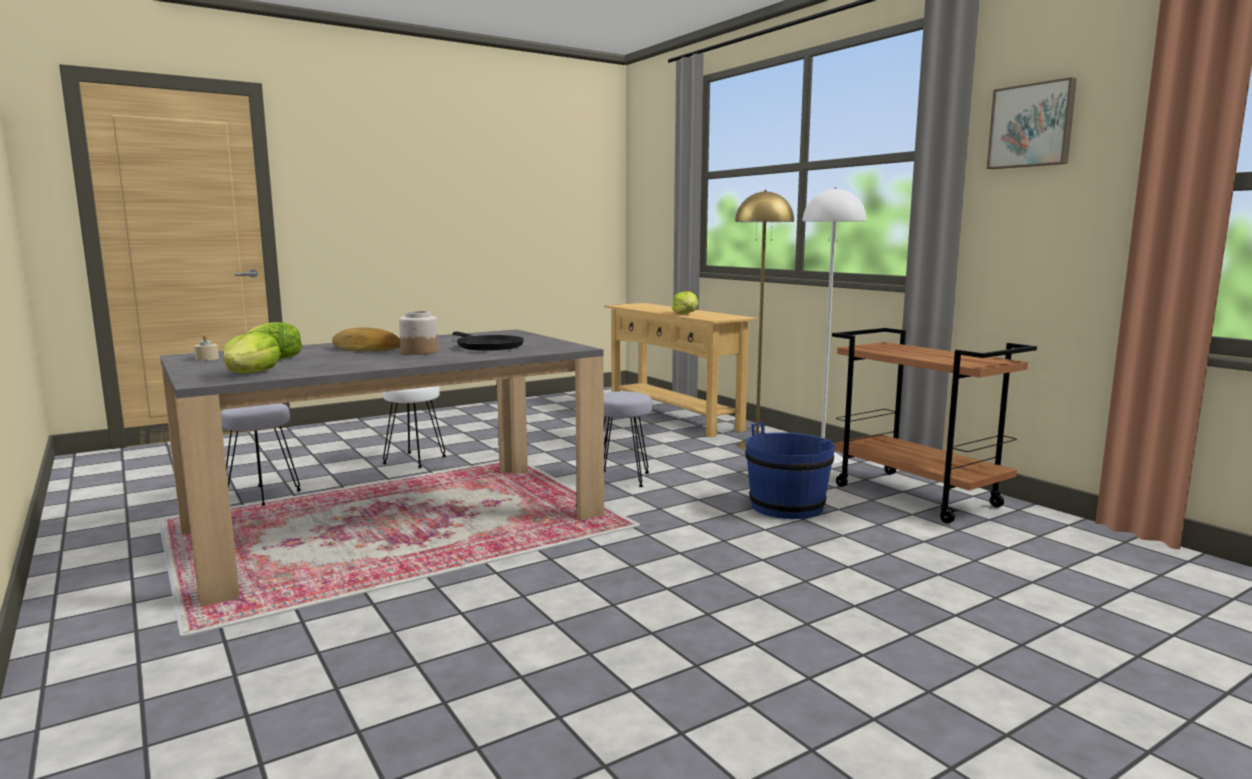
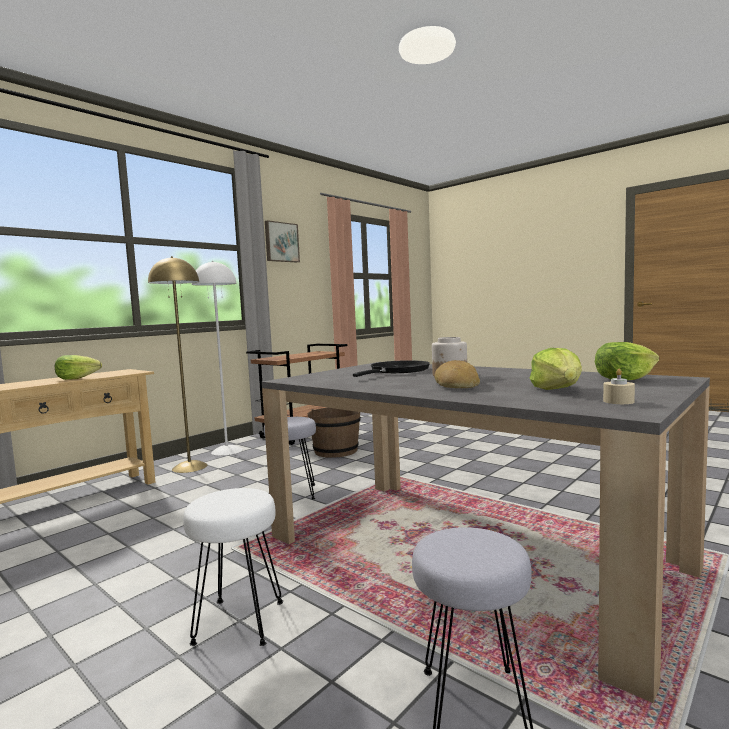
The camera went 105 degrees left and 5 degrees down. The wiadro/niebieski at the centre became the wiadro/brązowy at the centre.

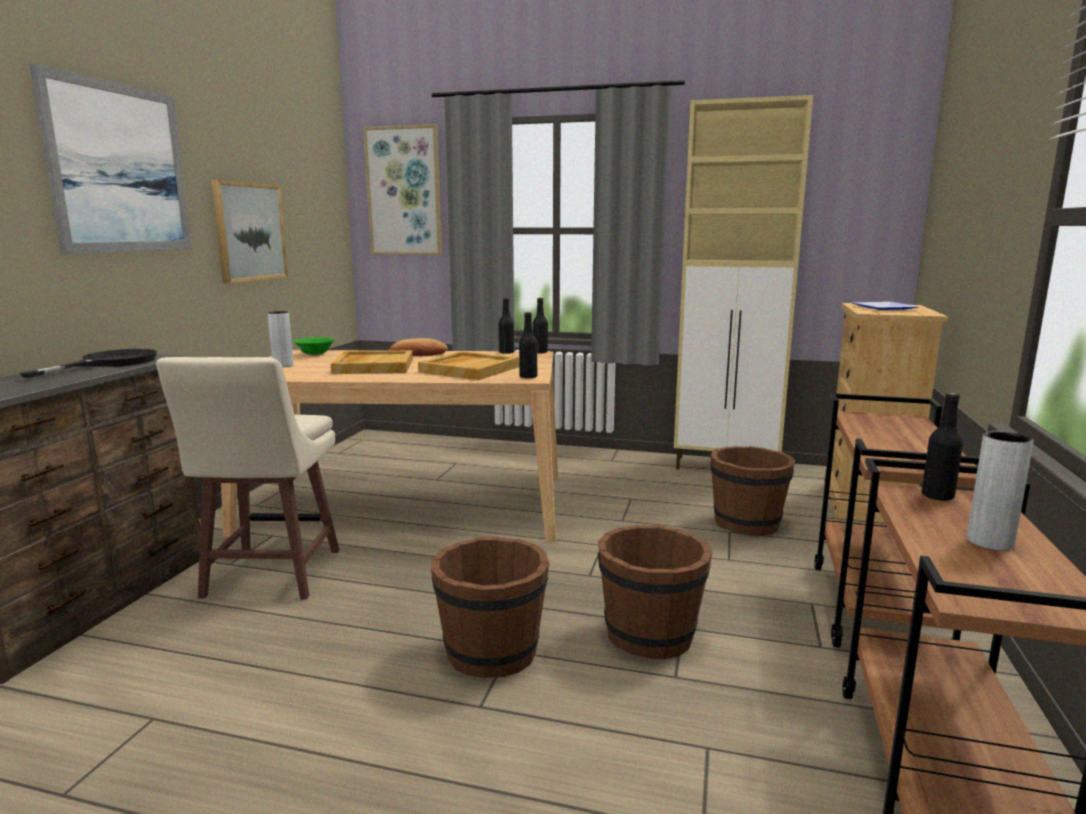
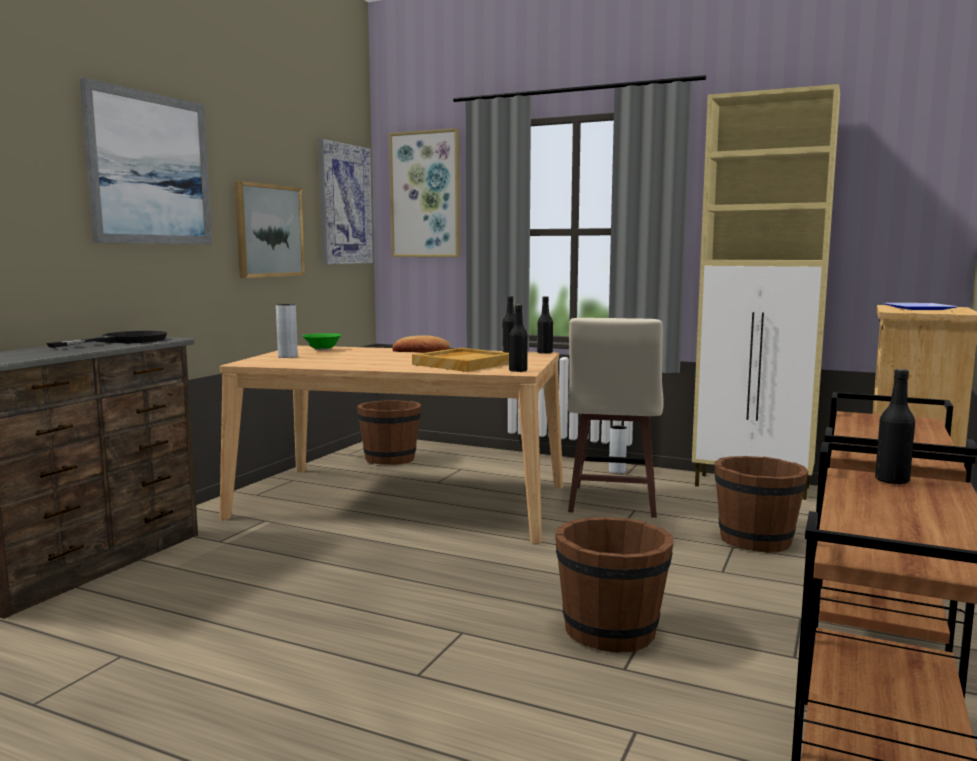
The camera went 10 degrees right and 5 degrees down. The obraz (3rd from left) at the top centre appeared. The wiadro/brązowy (1st from left) moved from the bottom centre to the centre. The stołek/beżowy moved from the middle left to the centre. The wazon/szary (2nd from left) moved from the middle right to the centre. The taca/beżowy (1st from left) at the centre disappeared.

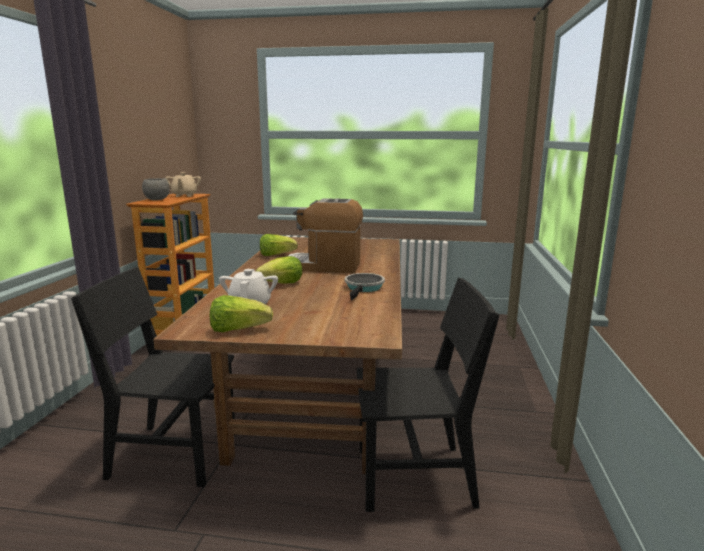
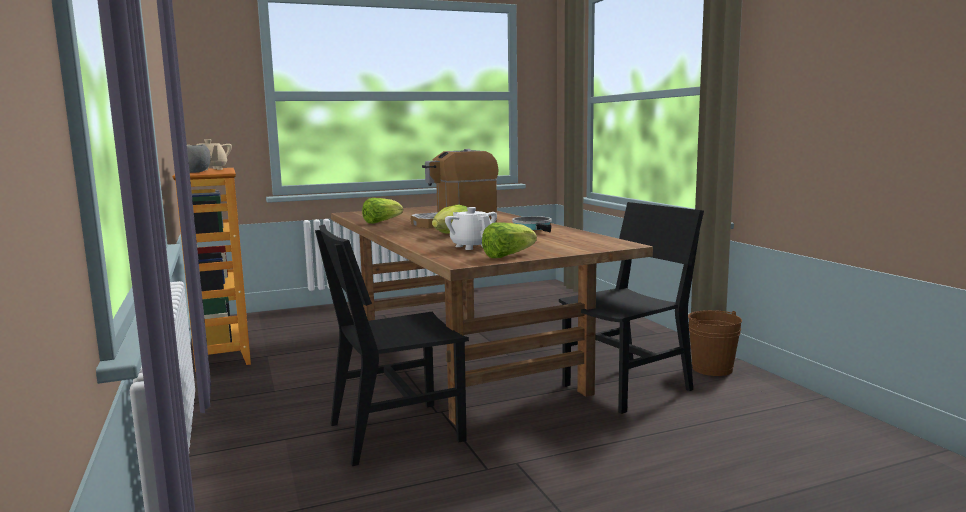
The camera went 30 degrees left and 5 degrees down. The wiadro/brązowy at the bottom right appeared.

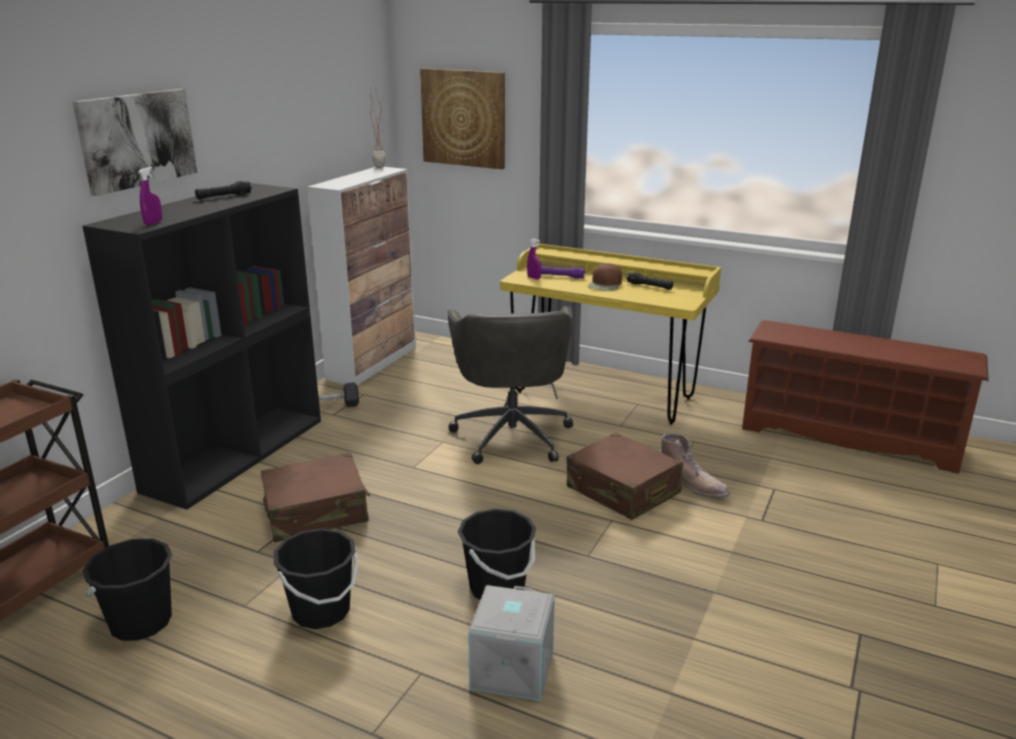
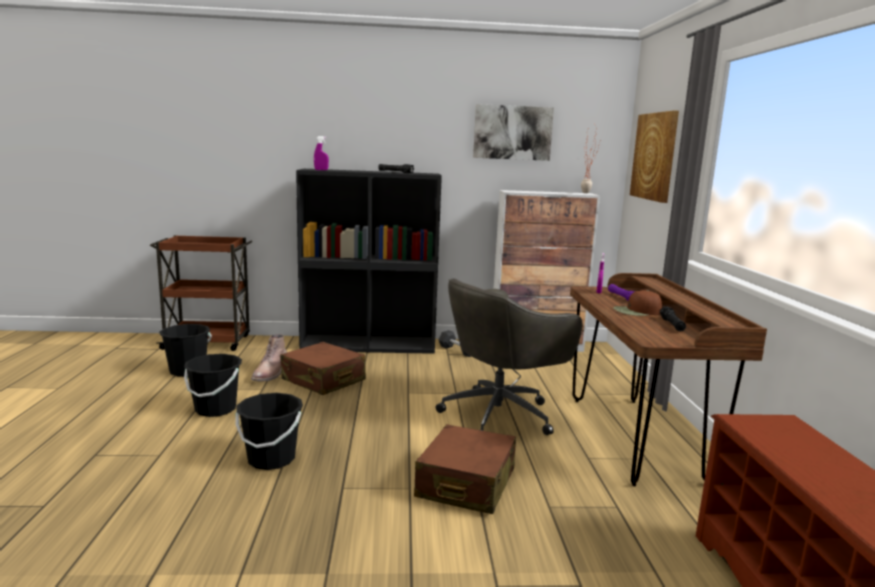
The camera went 60 degrees right and 10 degrees down. The but z cholewką/brązowy moved from the middle right to the middle left. The obraz (1st from left) moved from the top left to the top centre. The biurko/żółty at the centre became the biurko/brązowy at the middle right. The pojemnik do przechowywania/szary at the bottom centre disappeared.

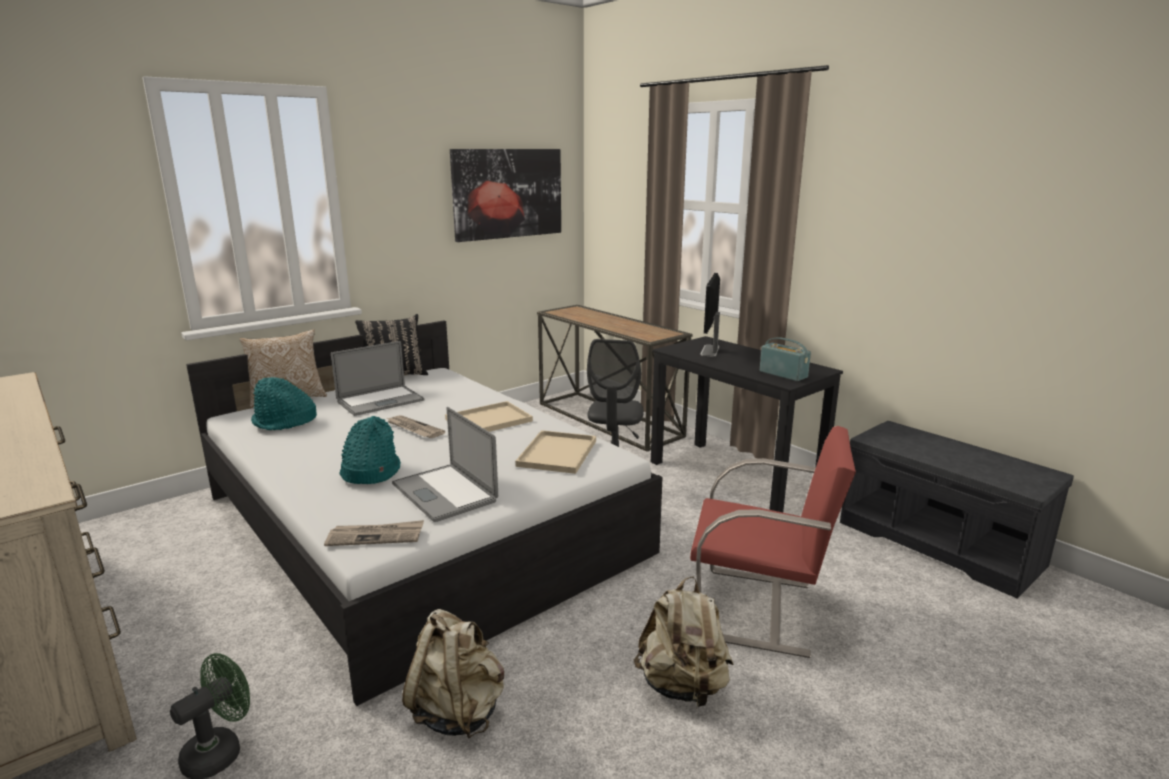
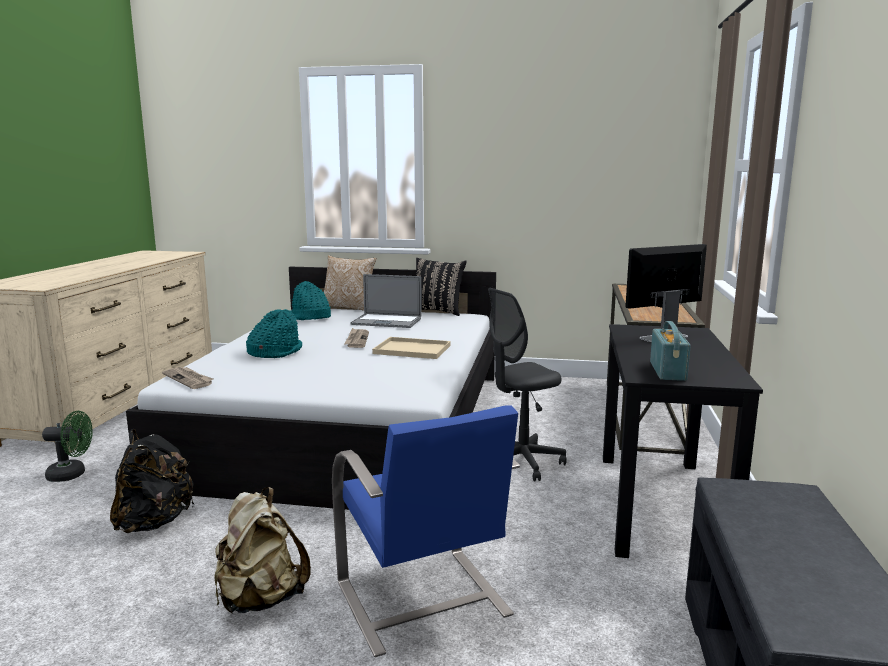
The camera went 50 degrees right and 5 degrees down. The plecak/beżowy (1st from left) at the bottom centre became the plecak/czarny at the bottom left. The krzesło/czerwony at the bottom centre became the krzesło/niebieski at the bottom centre. The laptop (2nd from left) at the centre disappeared. The obraz at the top centre disappeared. The taca/beżowy (2nd from left) at the centre disappeared.

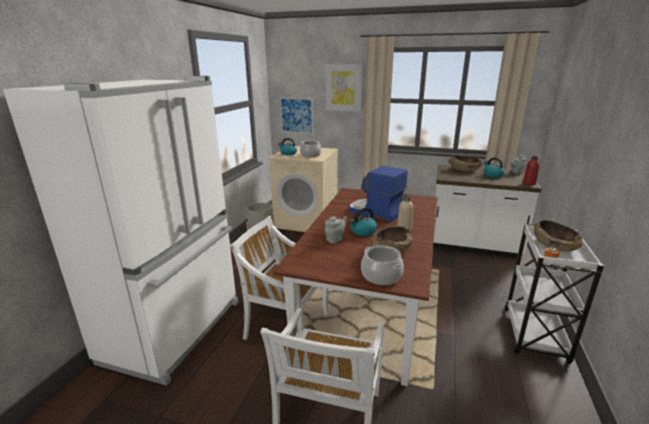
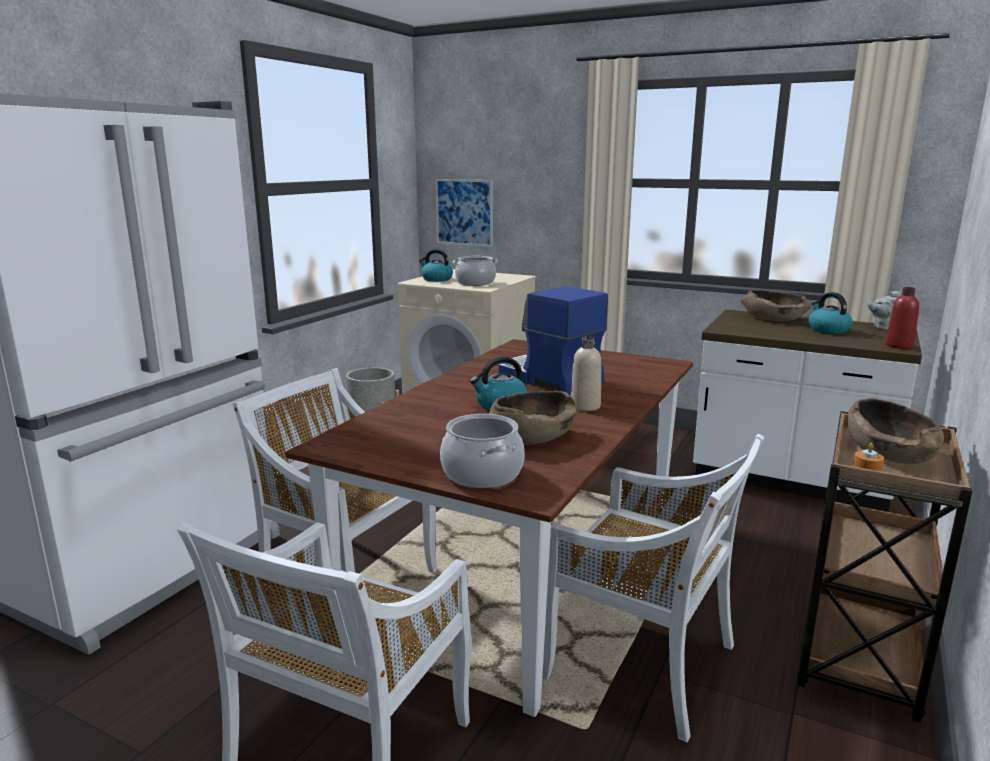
The camera went 10 degrees right and 5 degrees down. The krzesło/biały (3rd from left) at the bottom centre appeared. The wózek/biały at the bottom right became the wózek/brązowy at the bottom right. The obraz (2nd from left) at the top centre disappeared. The imbryk/szary (1st from left) at the centre disappeared.

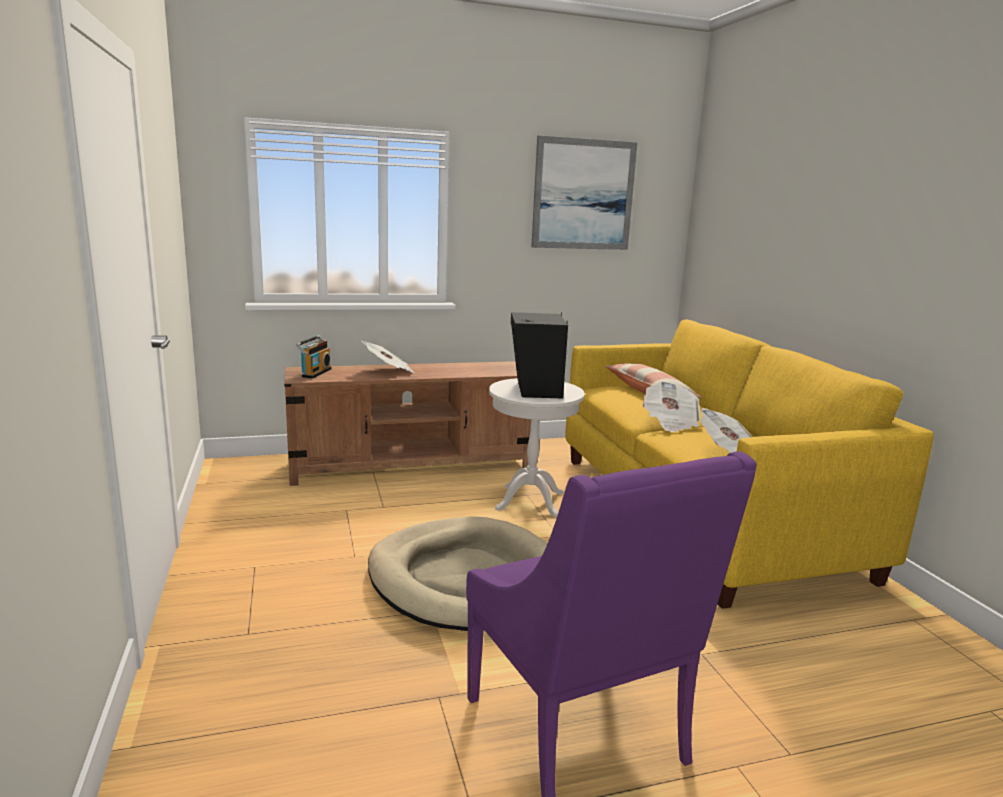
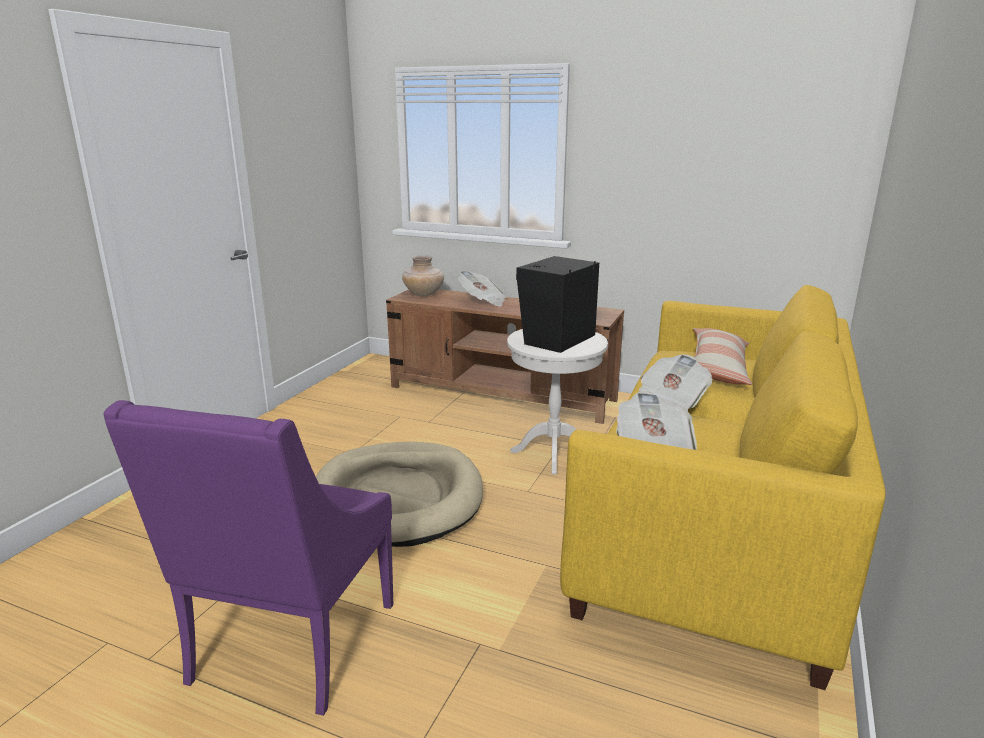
The camera went 40 degrees right and 5 degrees up. The radio at the middle left was replaced by the wazon/beżowy at the centre. The obraz at the top centre disappeared.

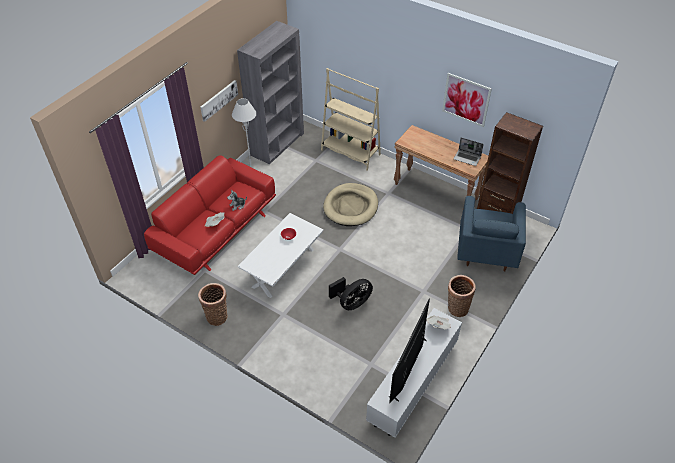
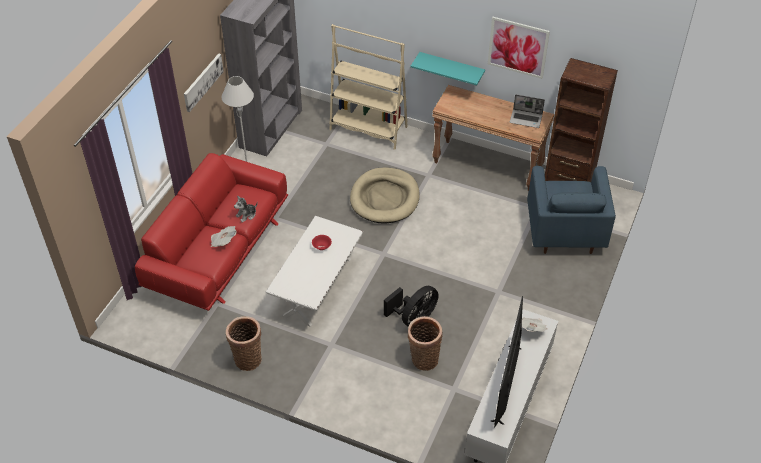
The camera went 10 degrees left and 0 degrees up. The koszyk (2nd from left) moved from the middle right to the bottom centre. The półka/turkusowy at the top centre appeared.

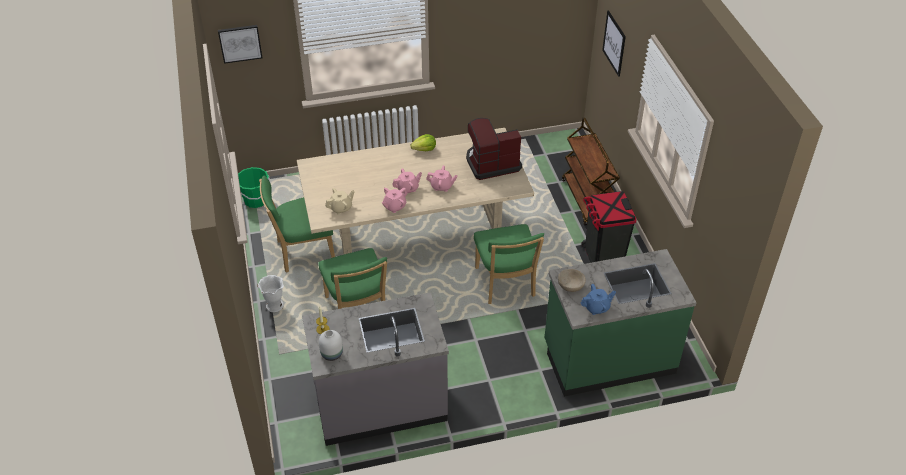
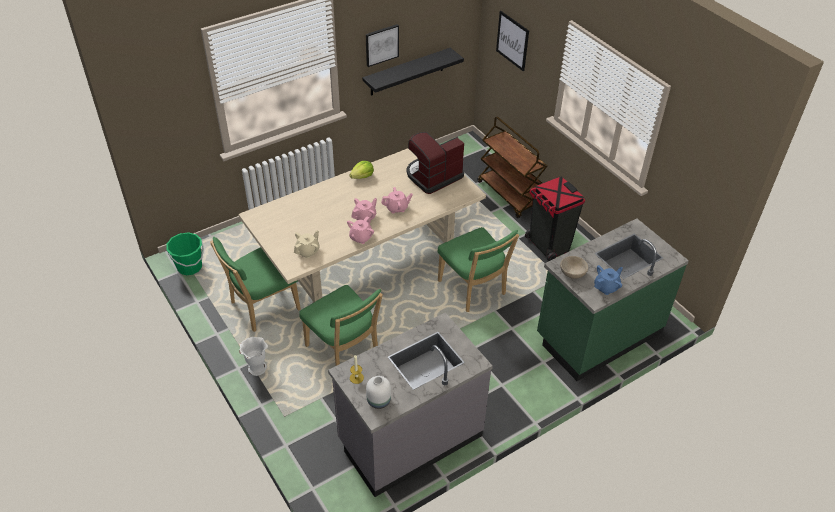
The camera went 20 degrees left and 0 degrees up. The półka/czarny at the top centre appeared. The obraz (1st from left) moved from the top left to the top centre.

